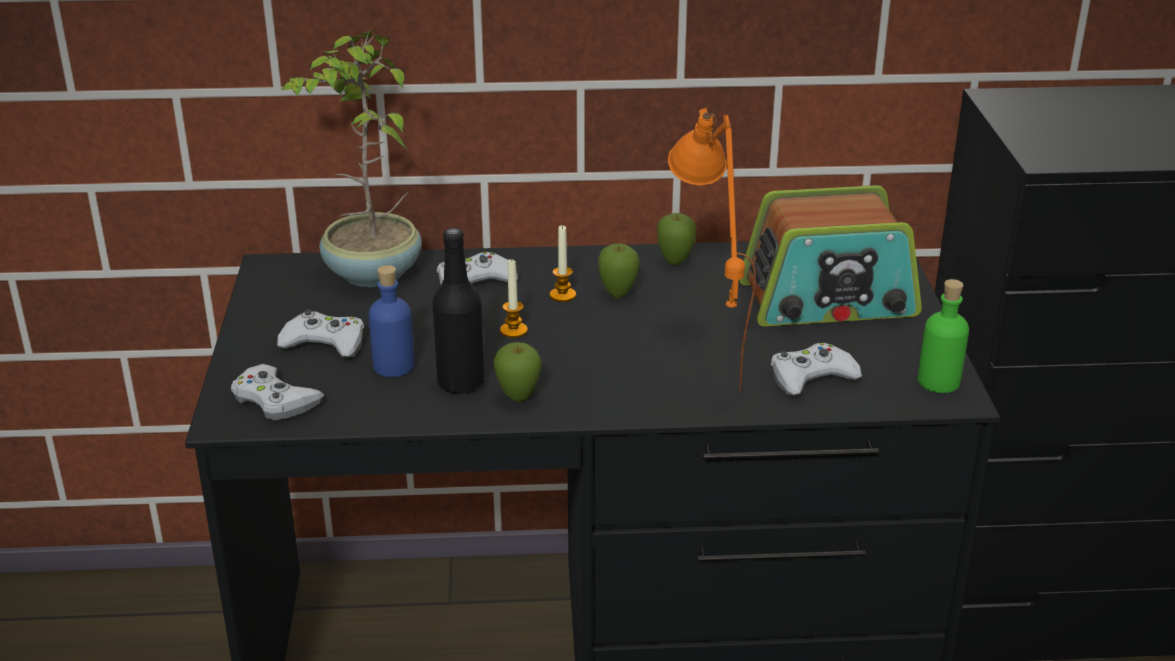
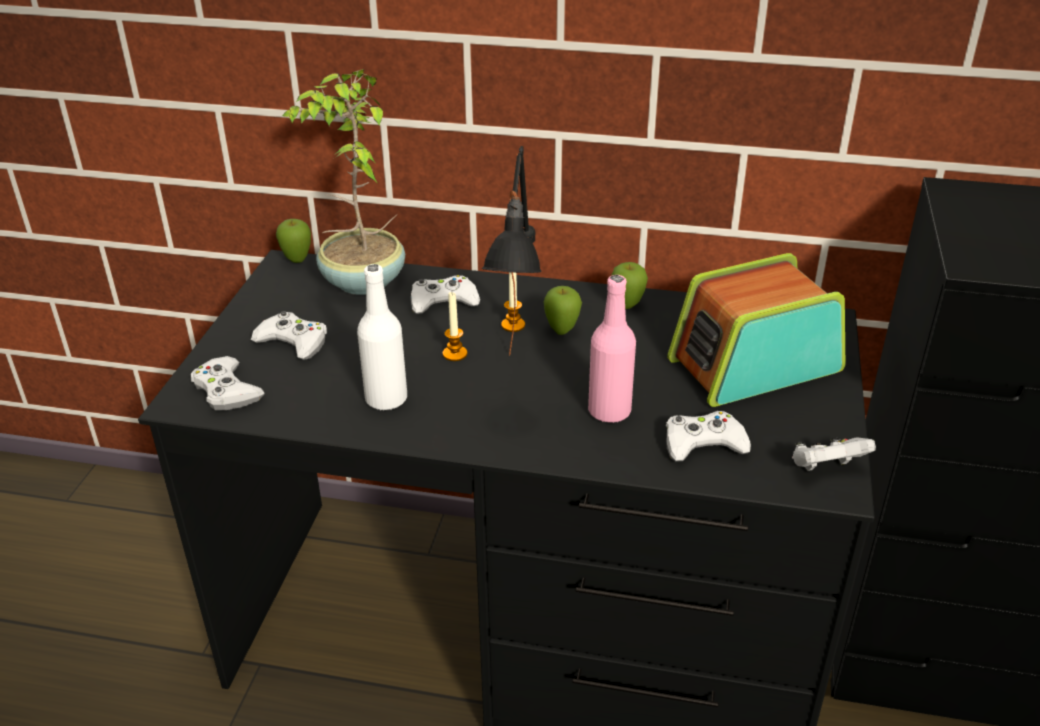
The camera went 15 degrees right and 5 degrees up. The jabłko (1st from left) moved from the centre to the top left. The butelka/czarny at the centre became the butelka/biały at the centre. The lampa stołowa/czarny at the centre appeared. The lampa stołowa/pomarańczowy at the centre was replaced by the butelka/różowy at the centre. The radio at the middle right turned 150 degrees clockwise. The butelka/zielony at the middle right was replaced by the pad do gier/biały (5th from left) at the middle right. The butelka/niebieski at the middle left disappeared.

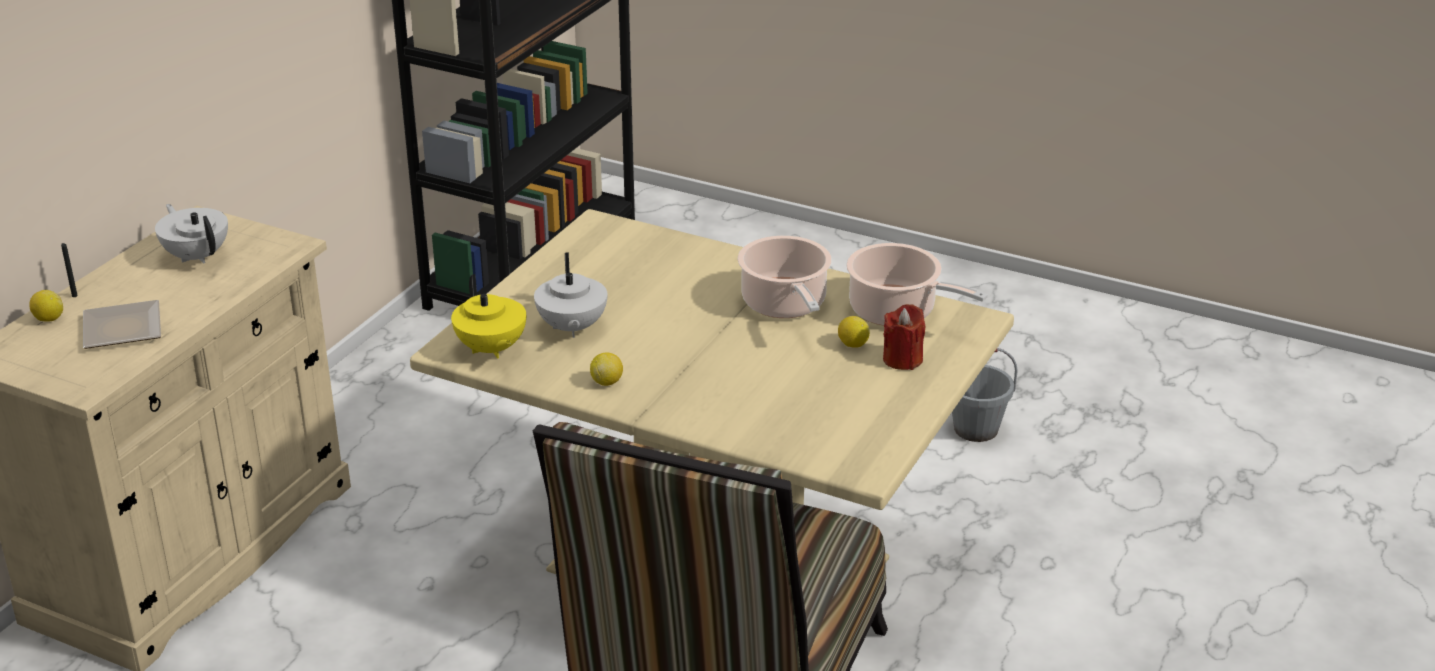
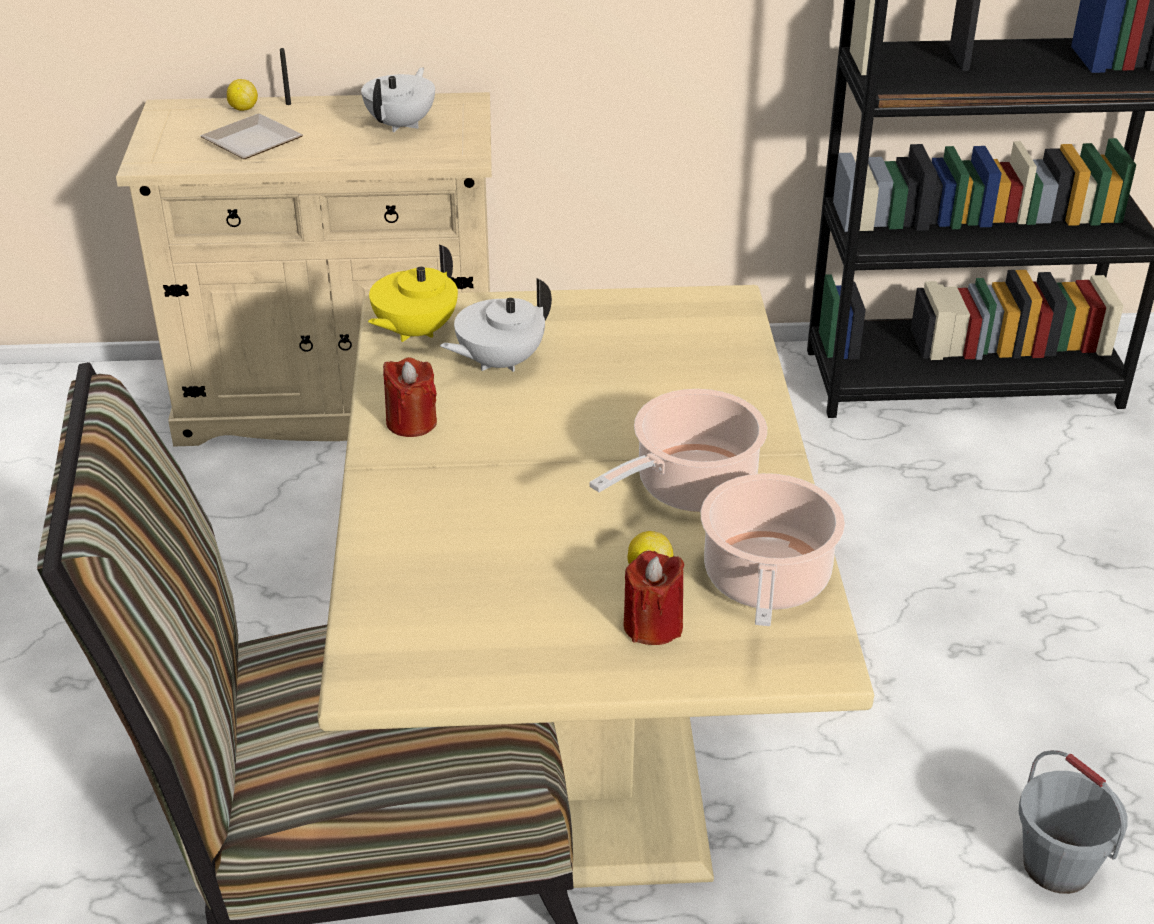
The camera went 60 degrees right and 5 degrees up. The cytryna (2nd from left) at the centre was replaced by the świeca/czerwony (1st from left) at the centre.

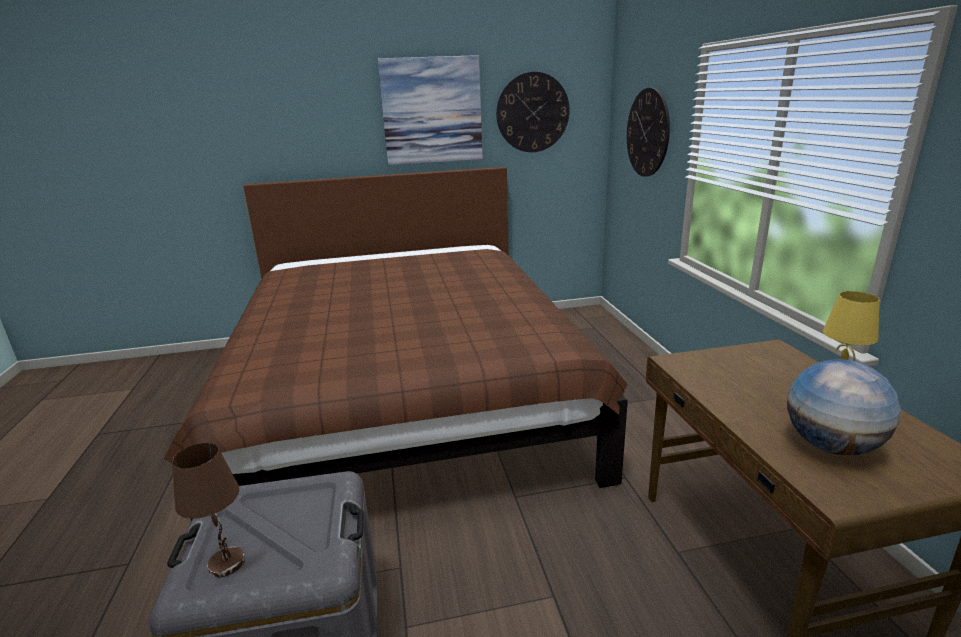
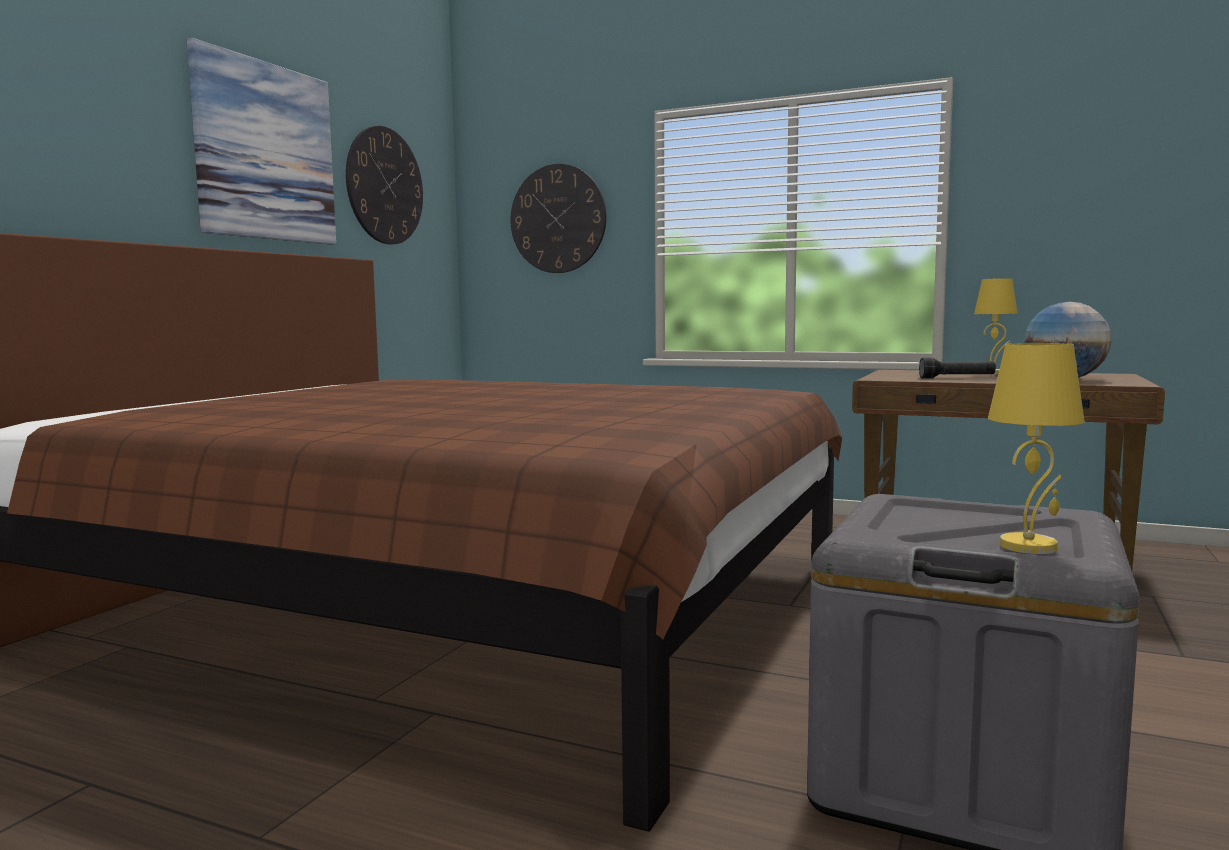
The camera went 55 degrees left and 15 degrees down. The latarka/czarny at the middle right appeared. The lampa stołowa/brązowy at the bottom left became the lampa stołowa/żółty (2nd from left) at the middle right.

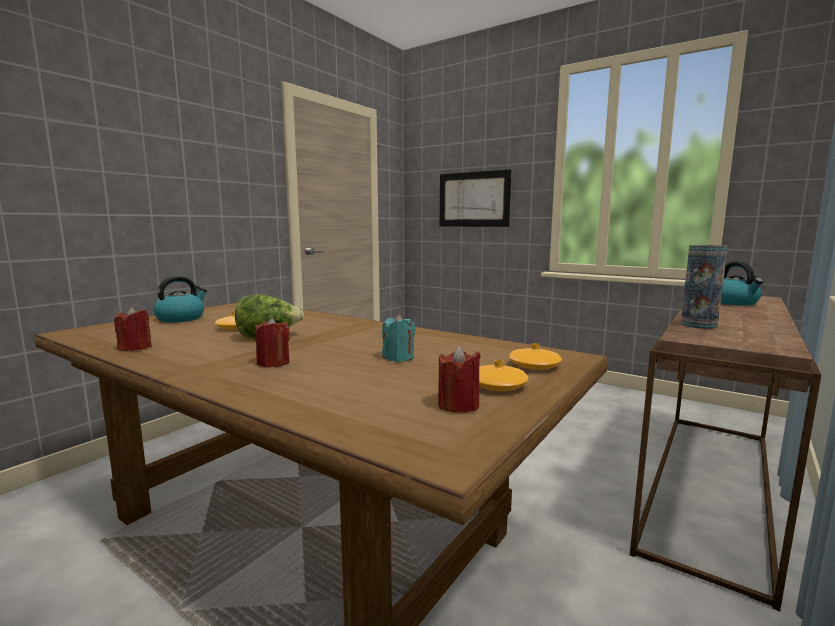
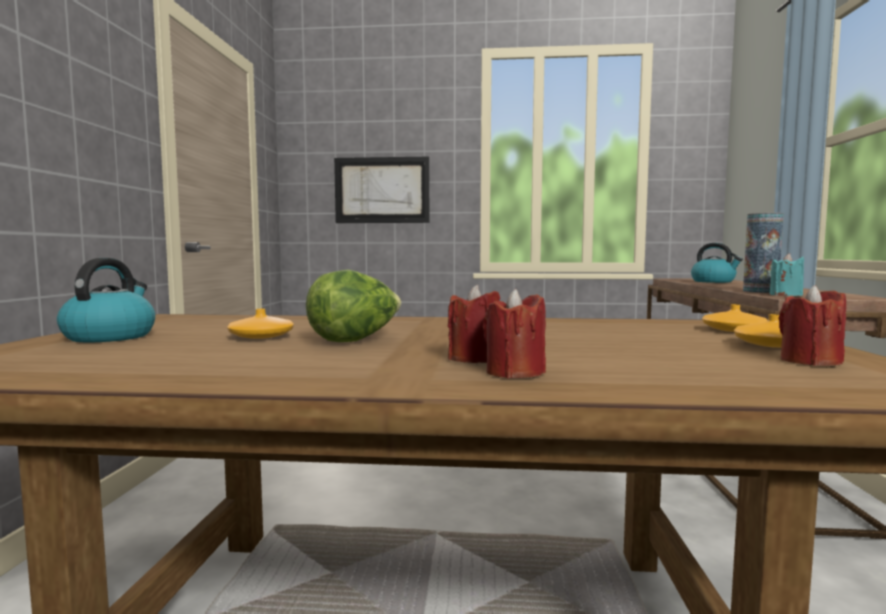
The camera went 30 degrees left and 5 degrees down. The świeca/czerwony (1st from left in the first image) moved from the middle left to the centre. The świeca/turkusowy moved from the centre to the middle right.

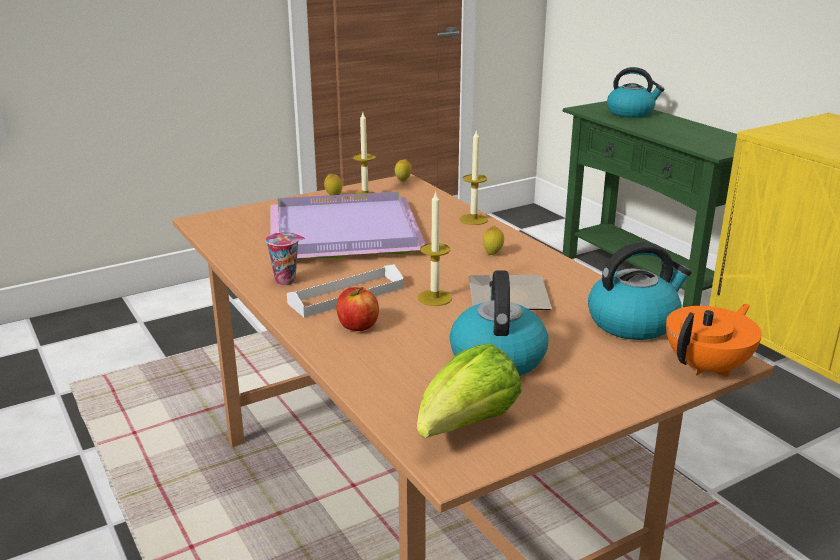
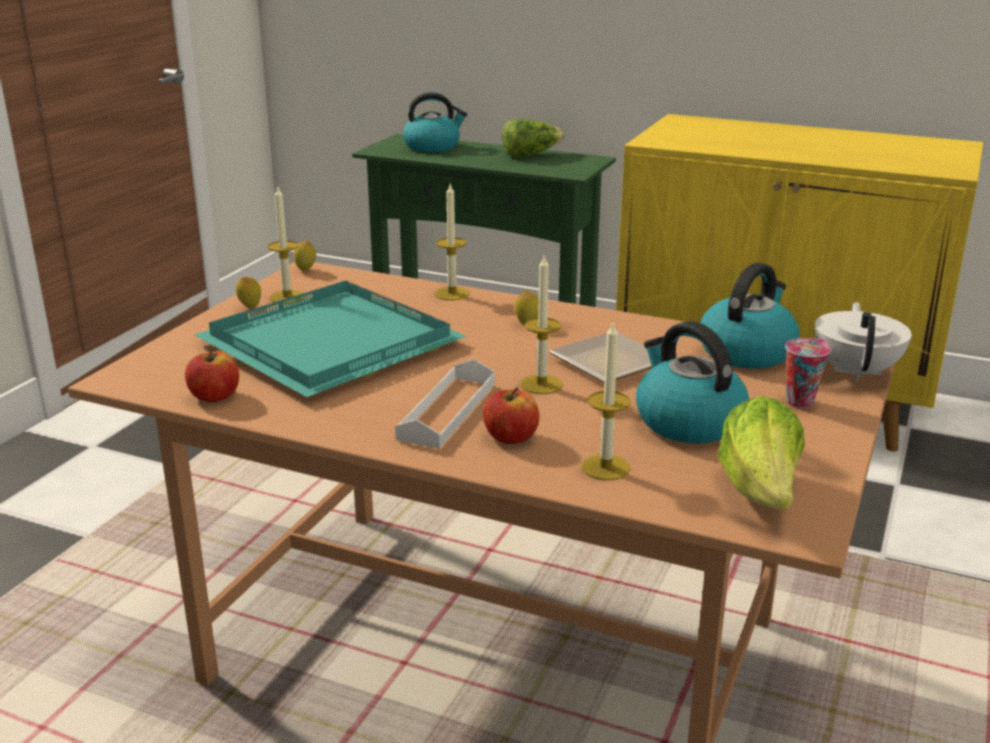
The camera went 35 degrees left and 0 degrees up. The jabłko (1st from left) at the middle left appeared. The taca/fioletowy at the centre became the taca/turkusowy at the centre. The sałata (1st from left) at the top centre appeared. The świeca (4th from left) at the centre appeared. The filiżanka moved from the centre to the middle right. The imbryk/pomarańczowy at the middle right became the imbryk/biały at the middle right.

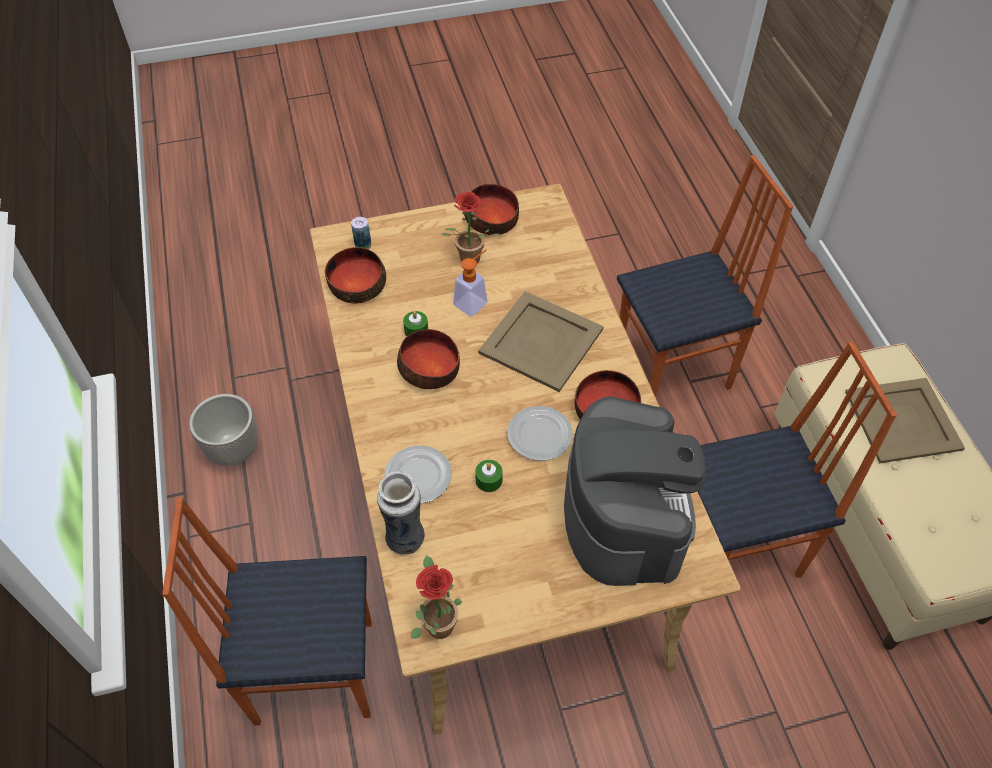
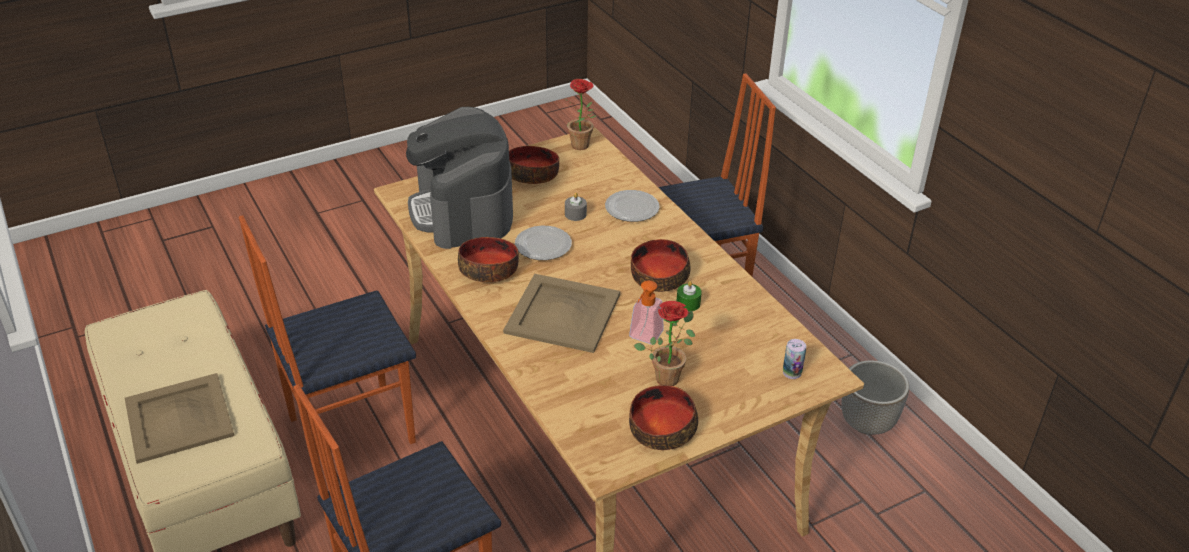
The camera went 165 degrees right and 15 degrees down. The miska (1st from left in the first image) moved from the centre to the top centre. The świeca/zielony (2nd from left) at the centre became the świeca/szary at the centre. The wazon at the bottom centre disappeared.

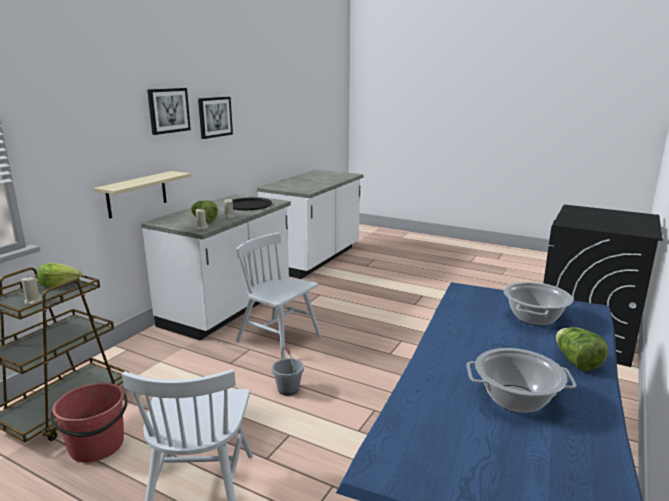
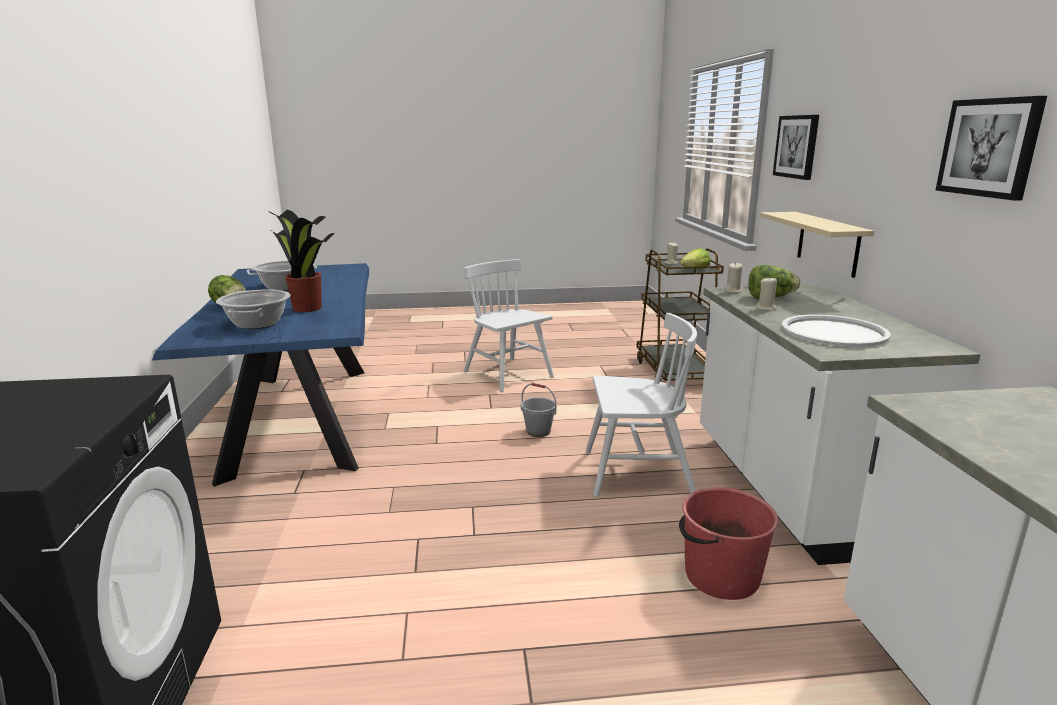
The camera went 145 degrees right and 0 degrees up. The roślina doniczkowa at the middle left appeared. The wiadro/czerwony moved from the bottom left to the bottom right. The obraz (1st from left) moved from the top left to the top right. The taca/czarny at the centre became the taca/biały at the middle right.

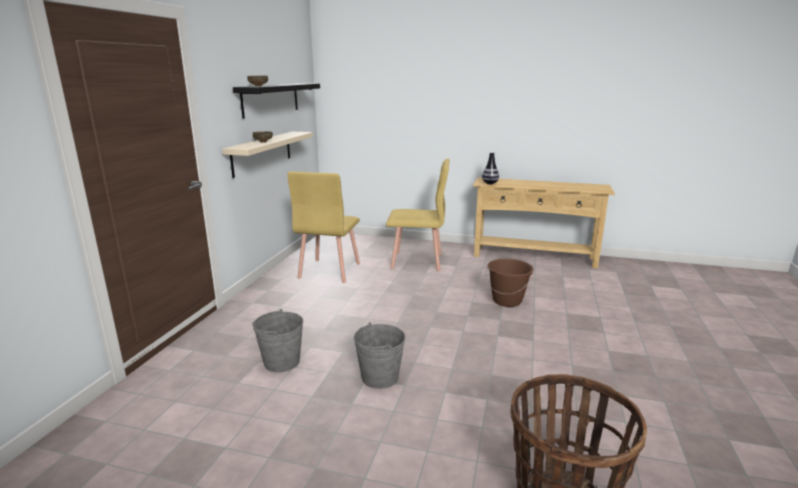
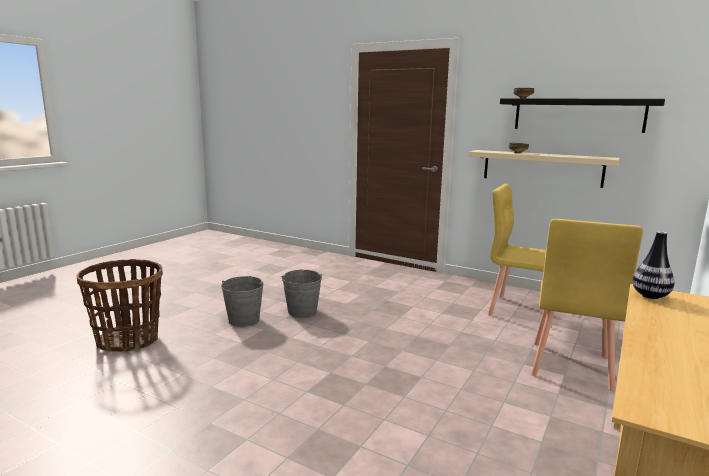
The camera went 105 degrees right and 5 degrees down. The wiadro/szary (1st from left) moved from the bottom centre to the centre. The wiadro/brązowy at the centre disappeared.

